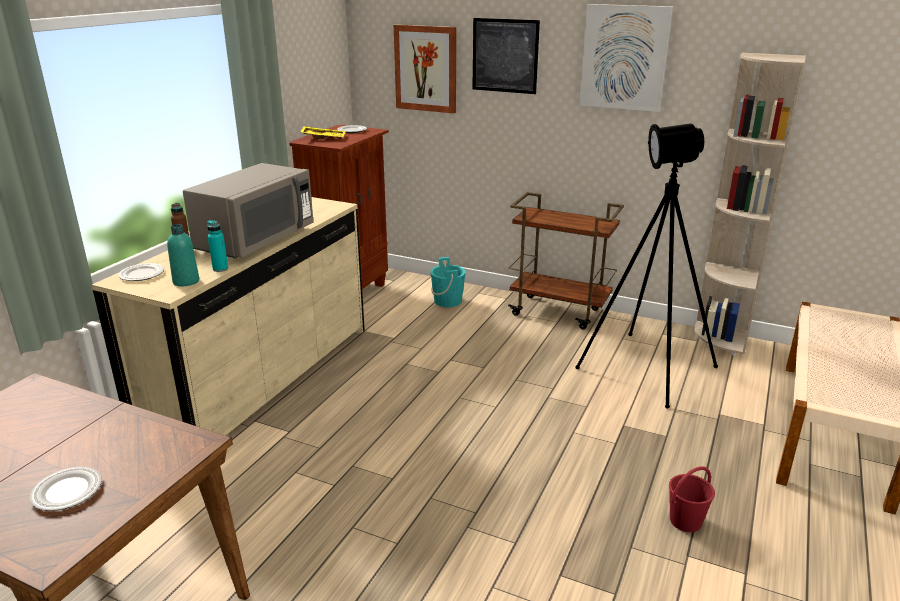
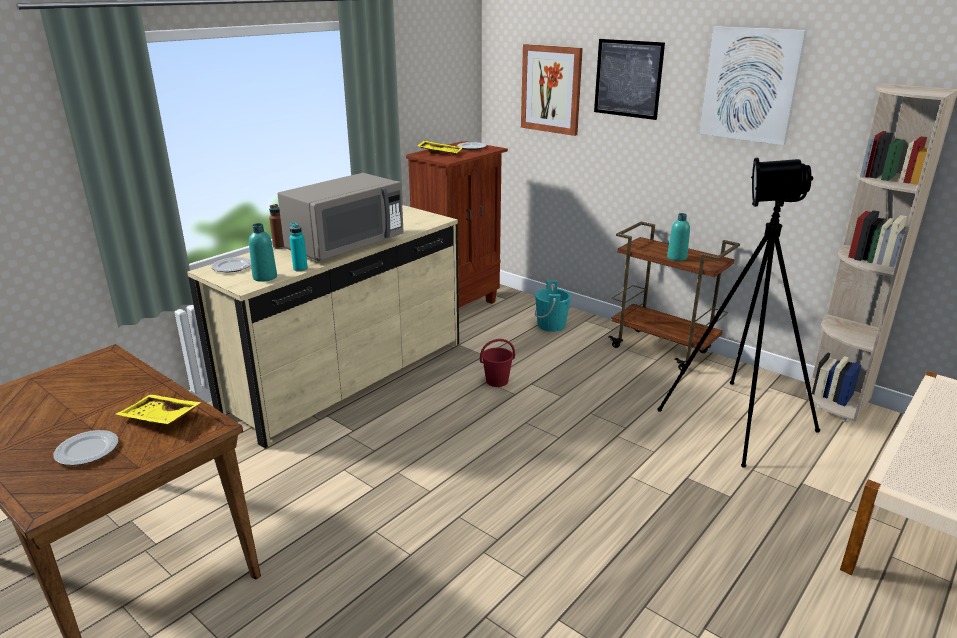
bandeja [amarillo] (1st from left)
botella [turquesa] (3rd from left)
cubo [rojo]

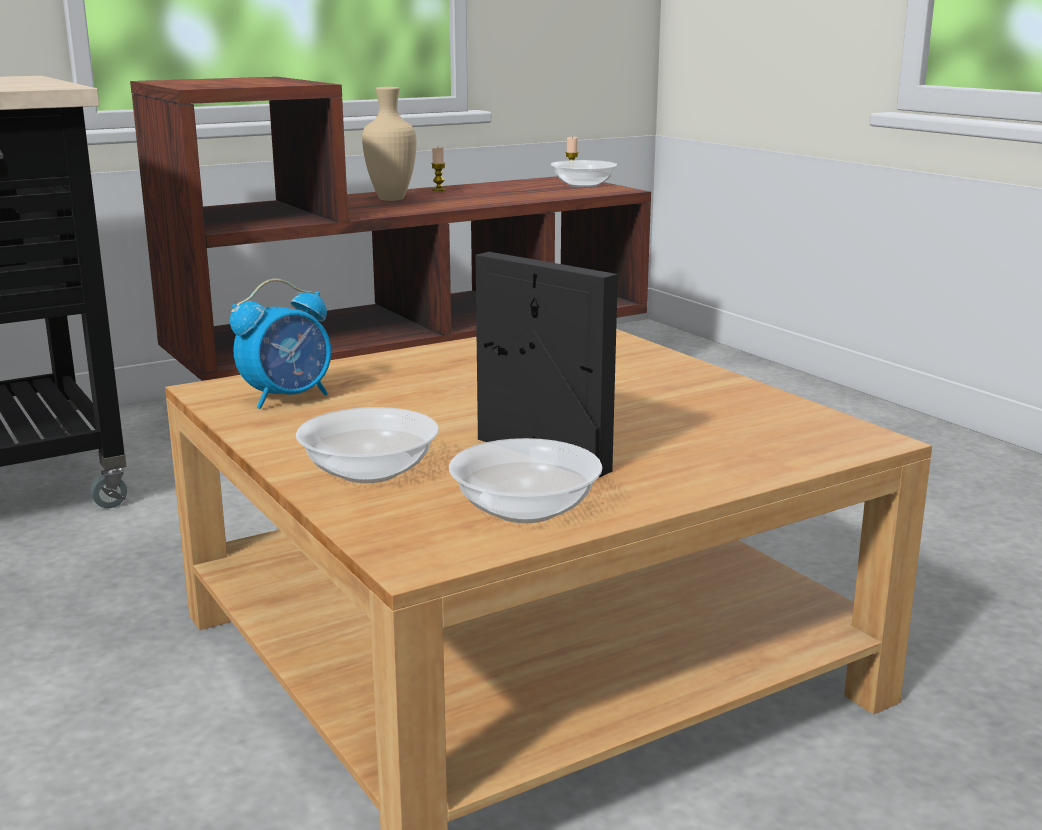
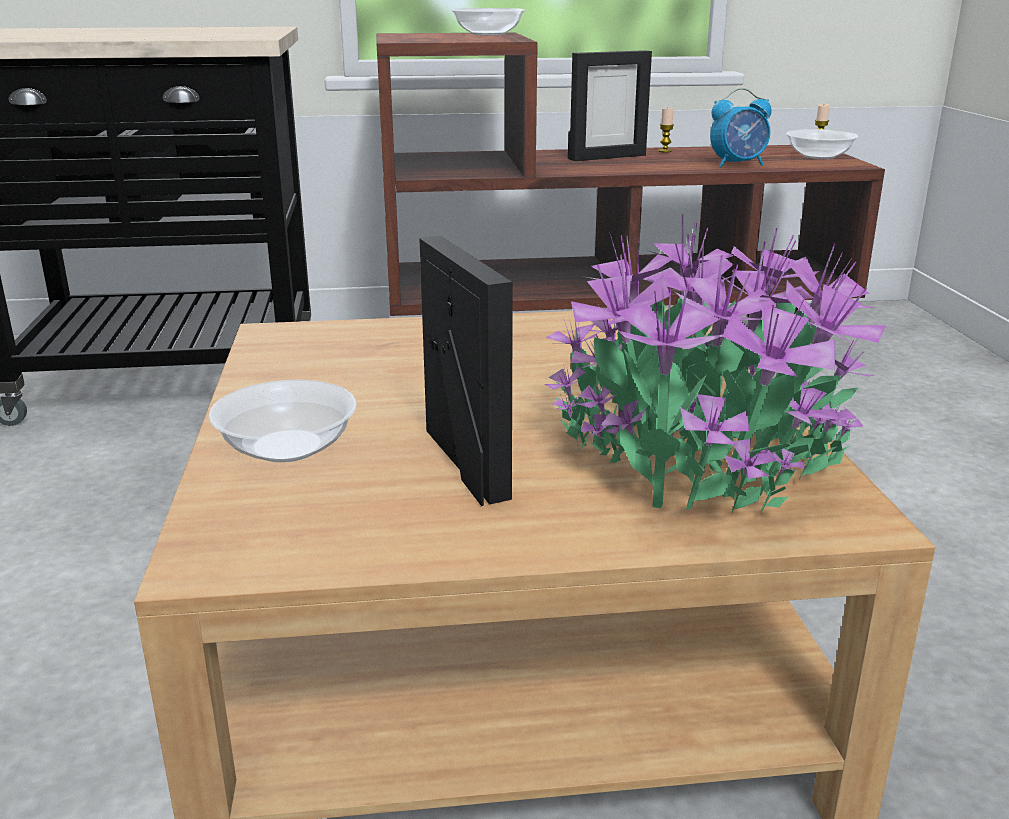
planta en maceta
despertador
cuenco (2nd from left)
portarretratos (2nd from left)

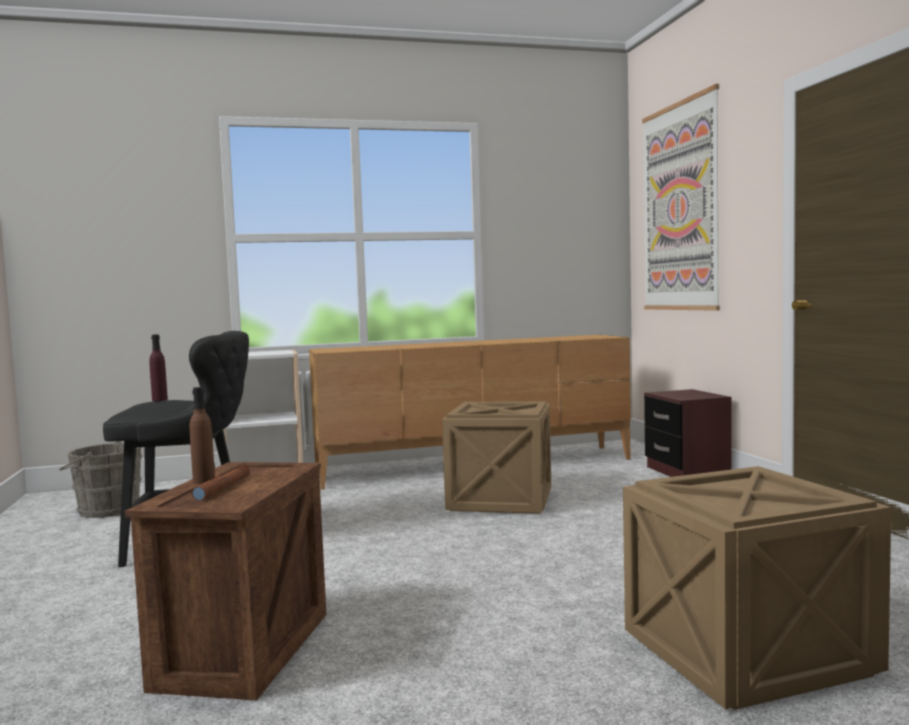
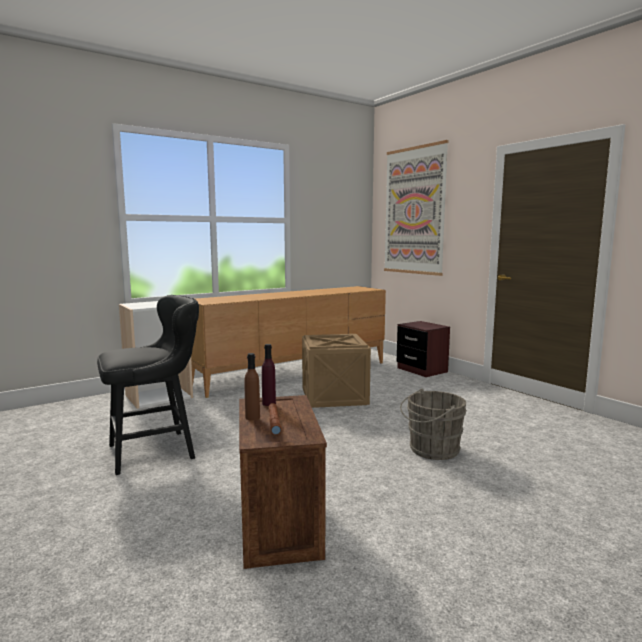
caja de embalaje (3rd from left in the first image)
cubo [gris]
botella [morado]

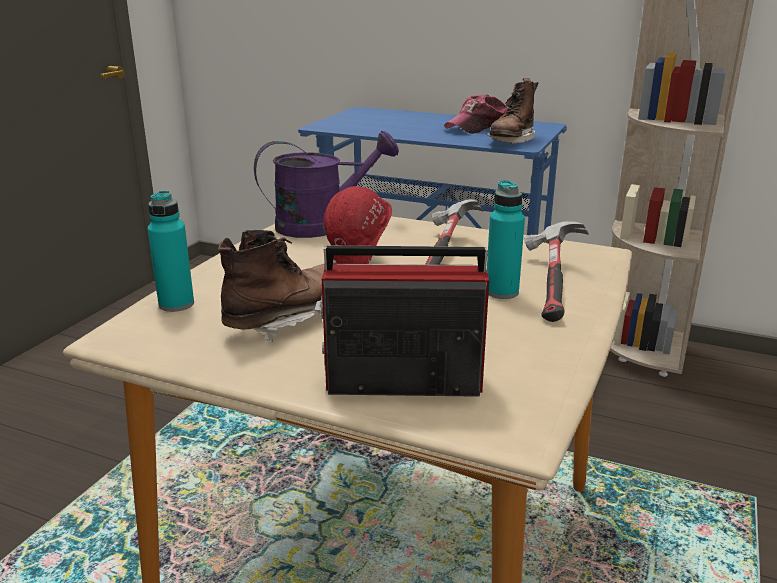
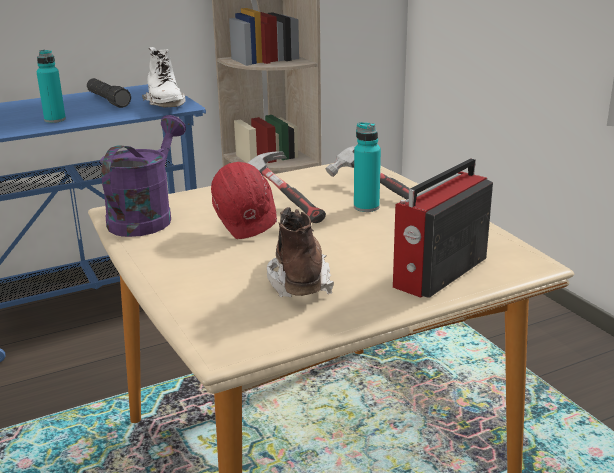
botella [turquesa] (1st from left)
linterna [negro]
bota [blanco]

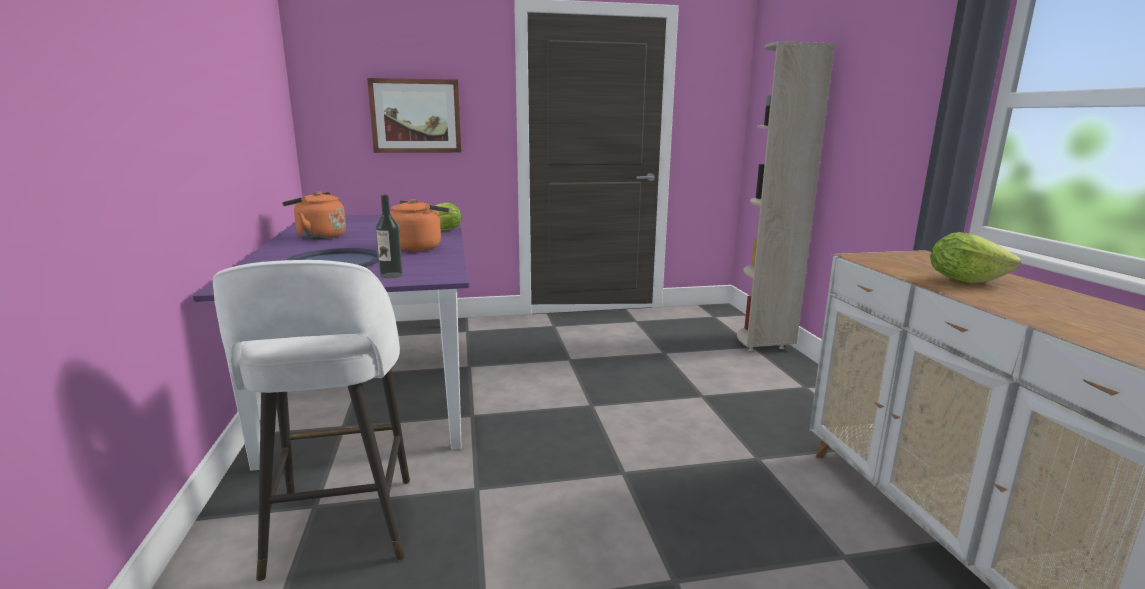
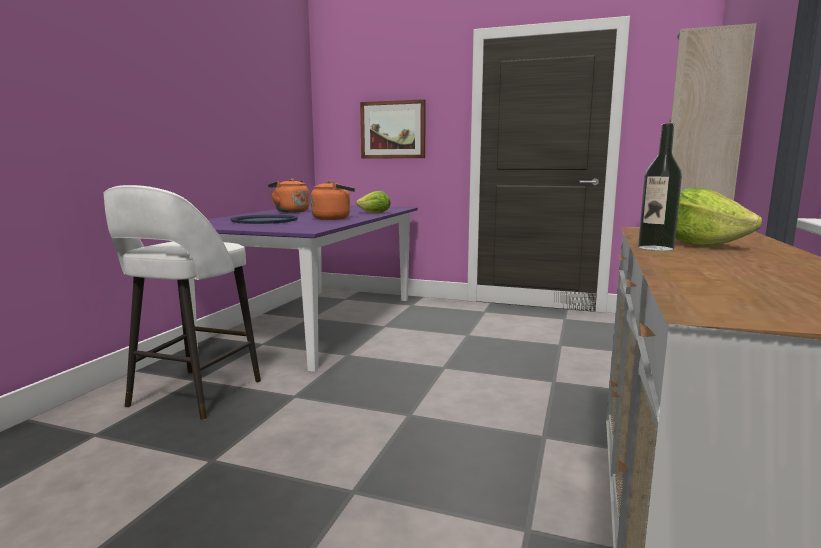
botella

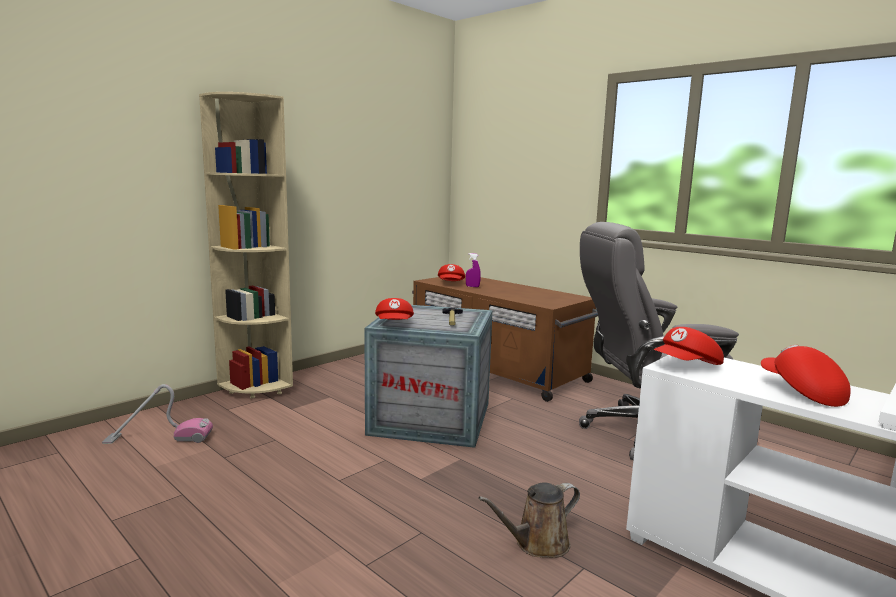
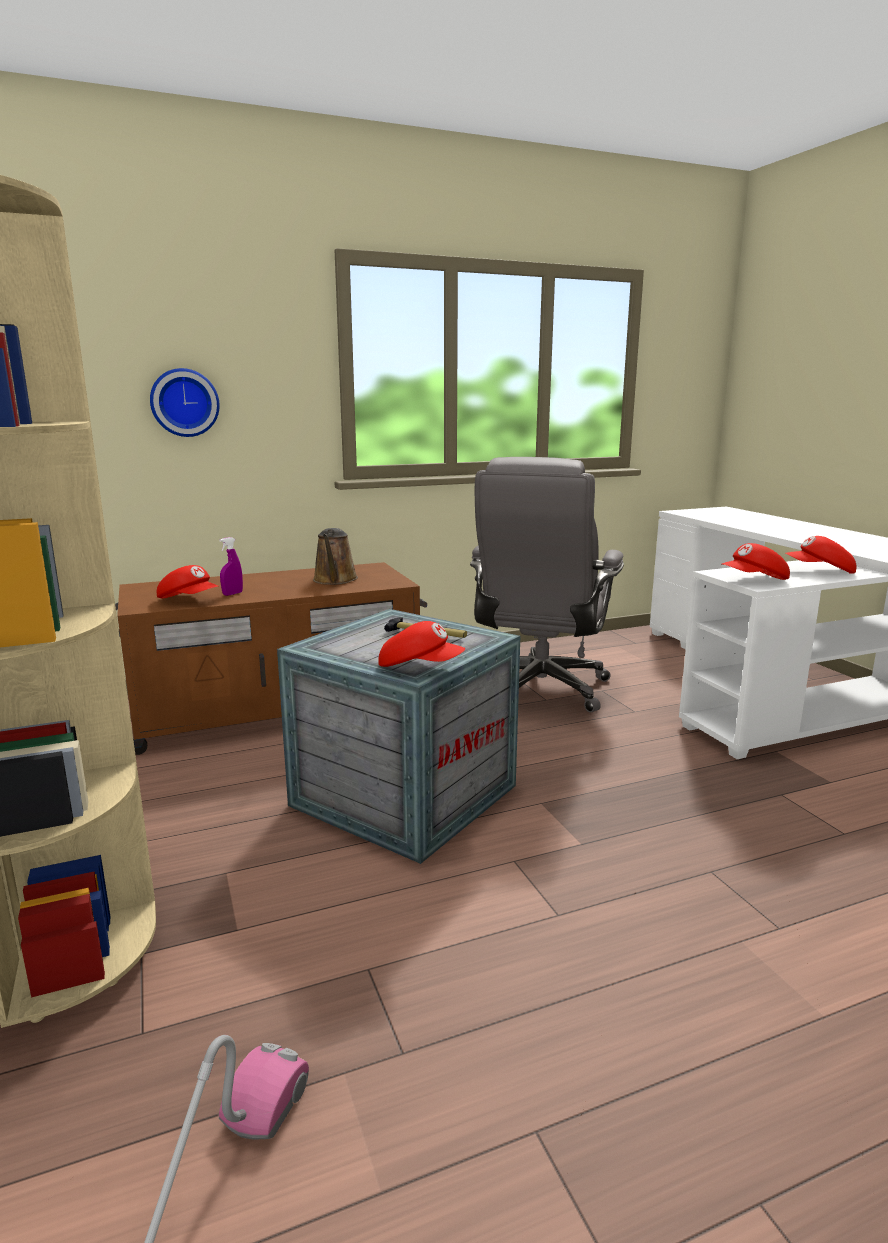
reloj de pared
regadera [marrón]
gorra [rojo] (3rd from left)

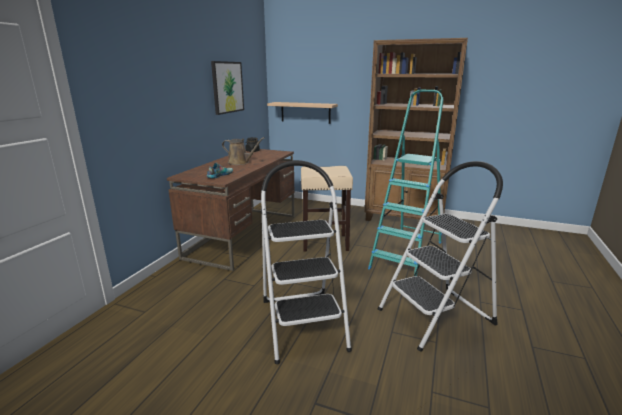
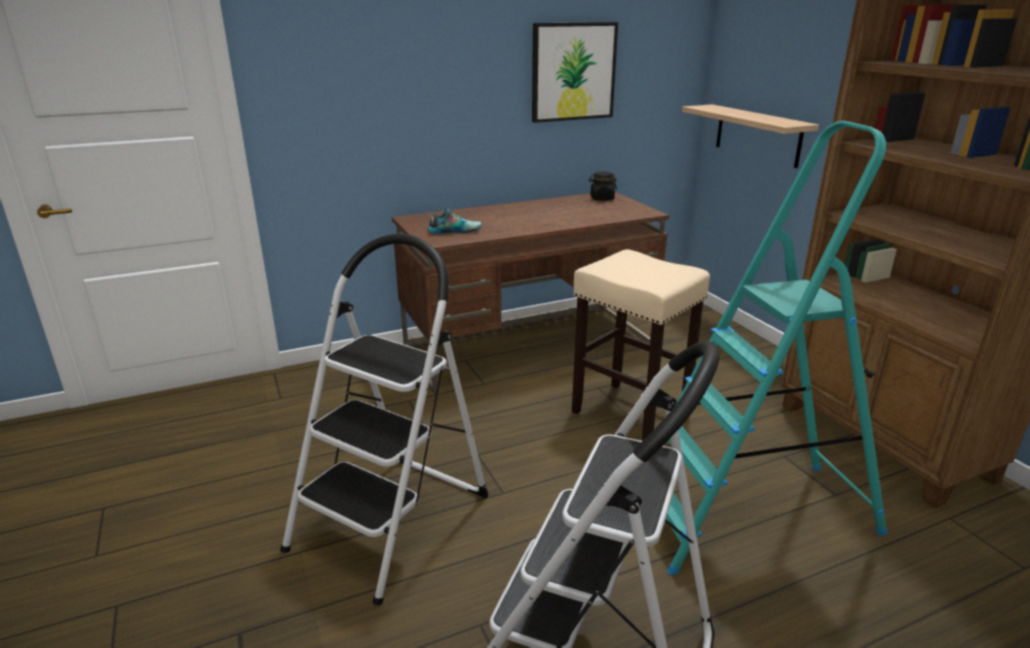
regadera [marrón]

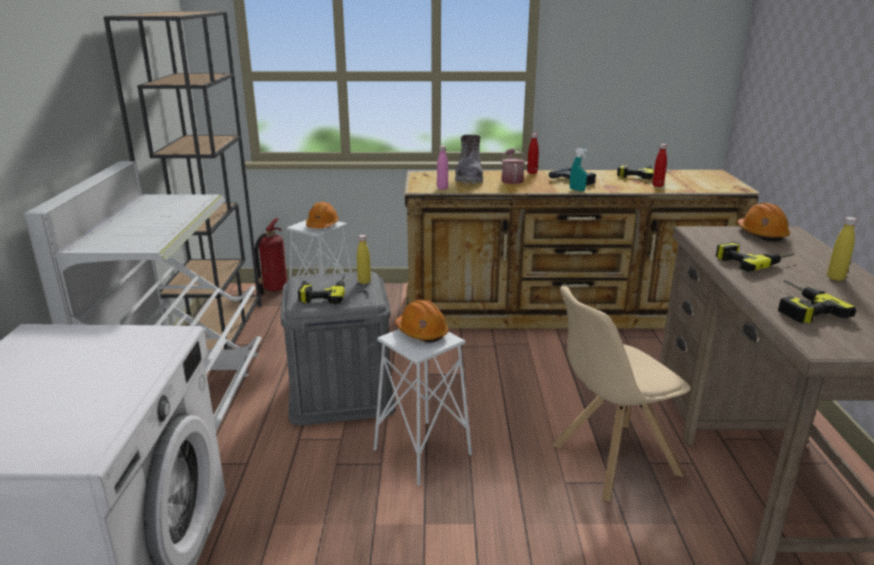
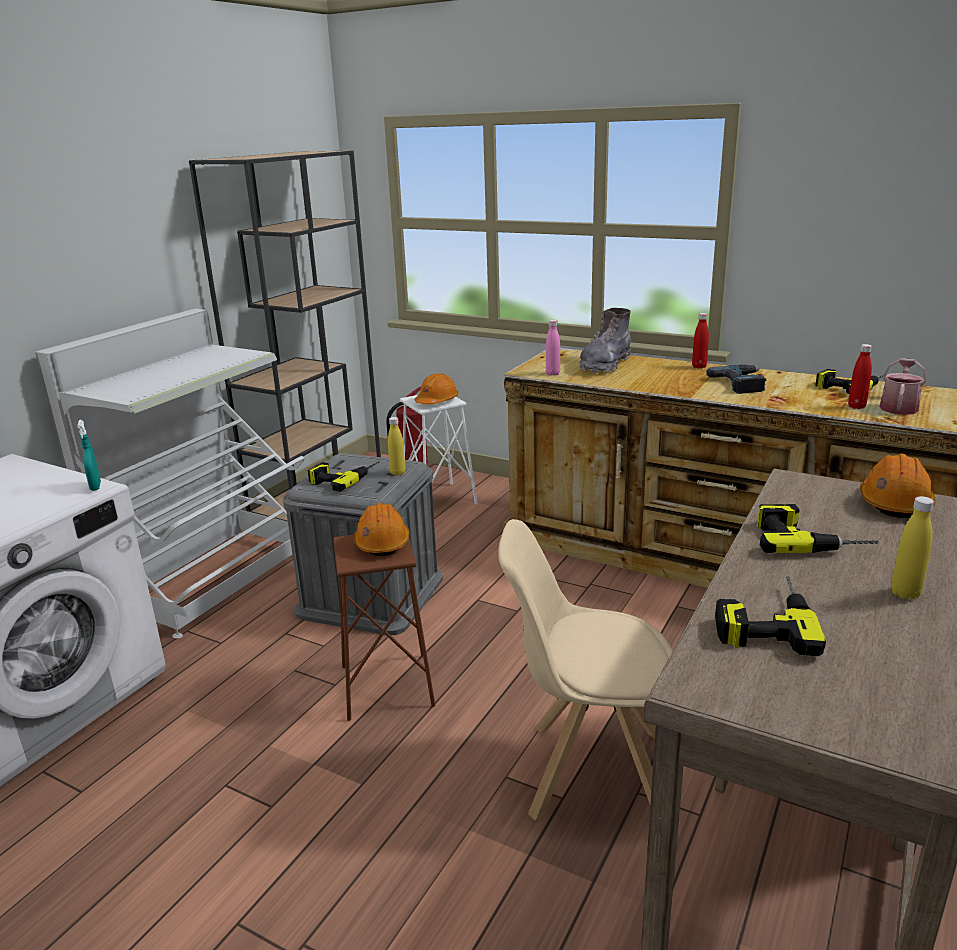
regadera
pulverizador [turquesa]
taburete [marrón]

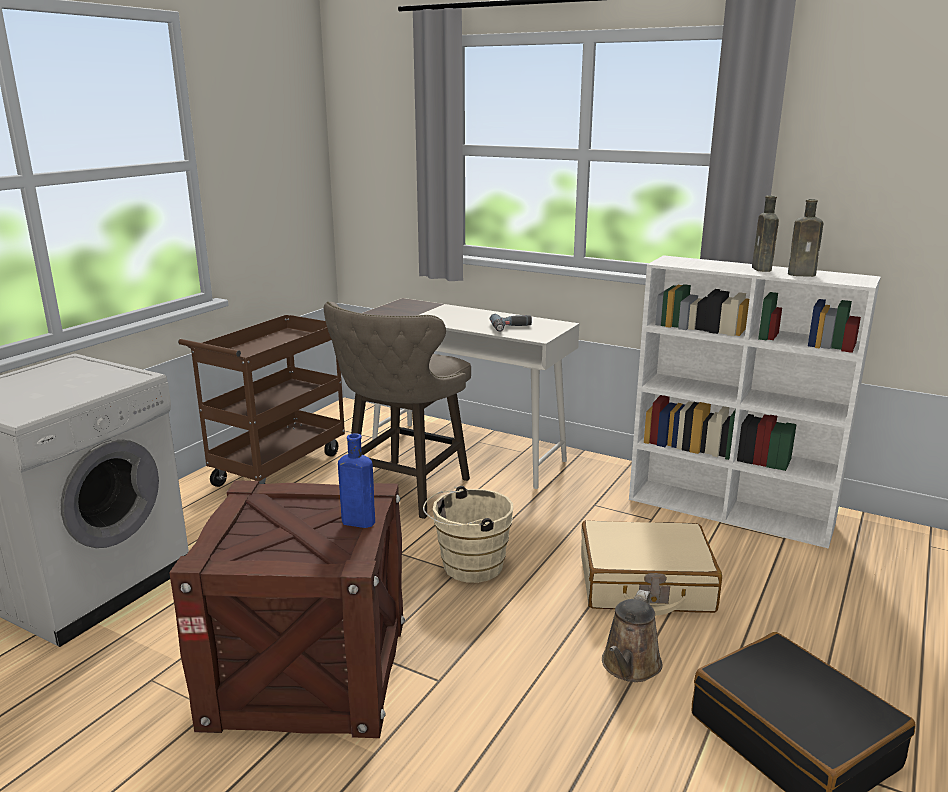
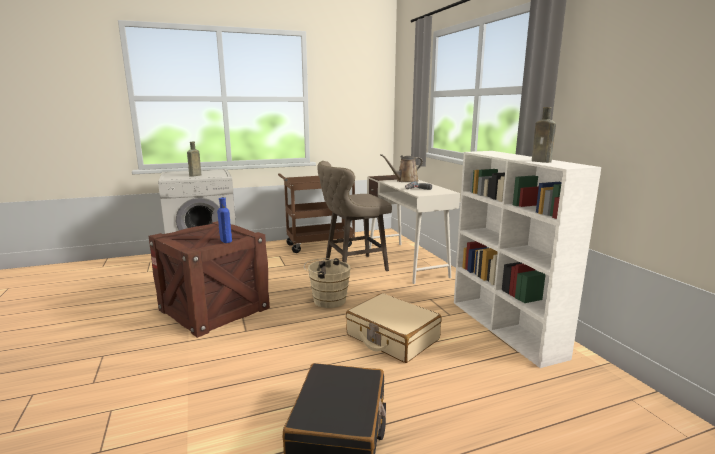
regadera [marrón]
botella [marrón] (1st from left)

